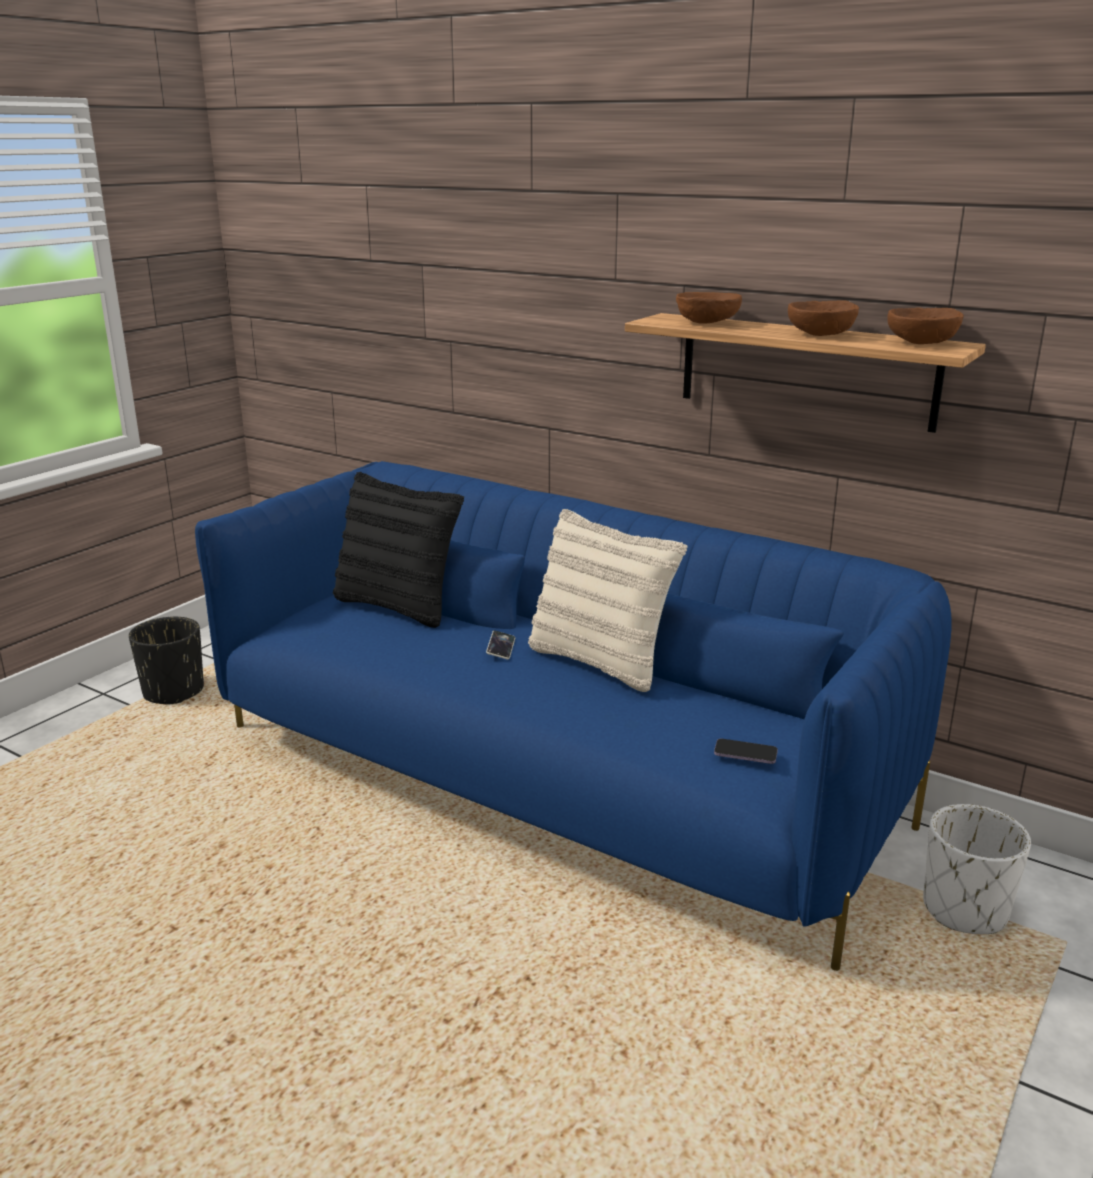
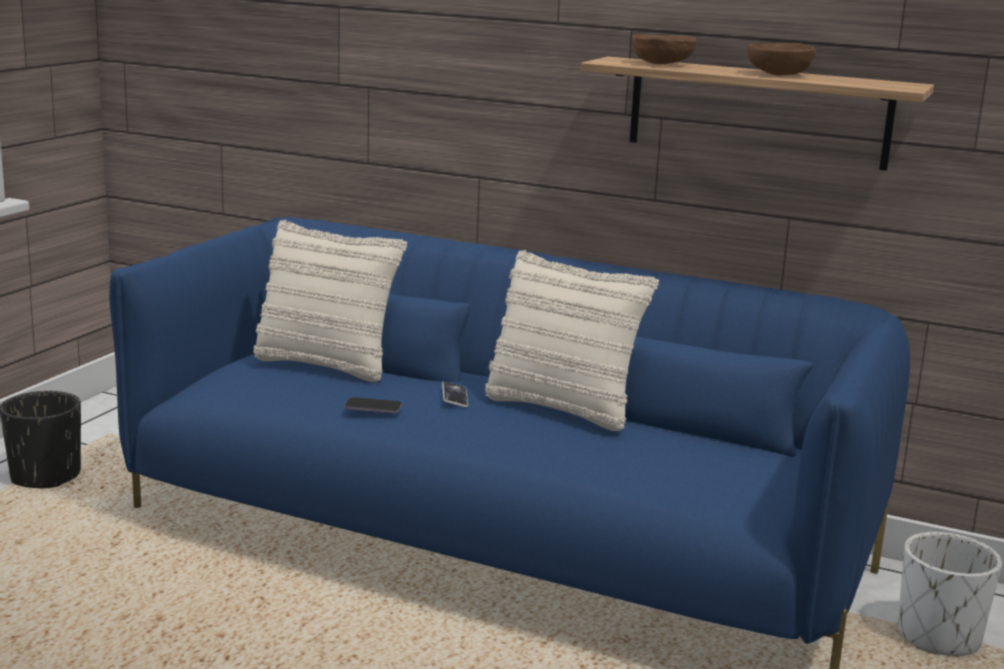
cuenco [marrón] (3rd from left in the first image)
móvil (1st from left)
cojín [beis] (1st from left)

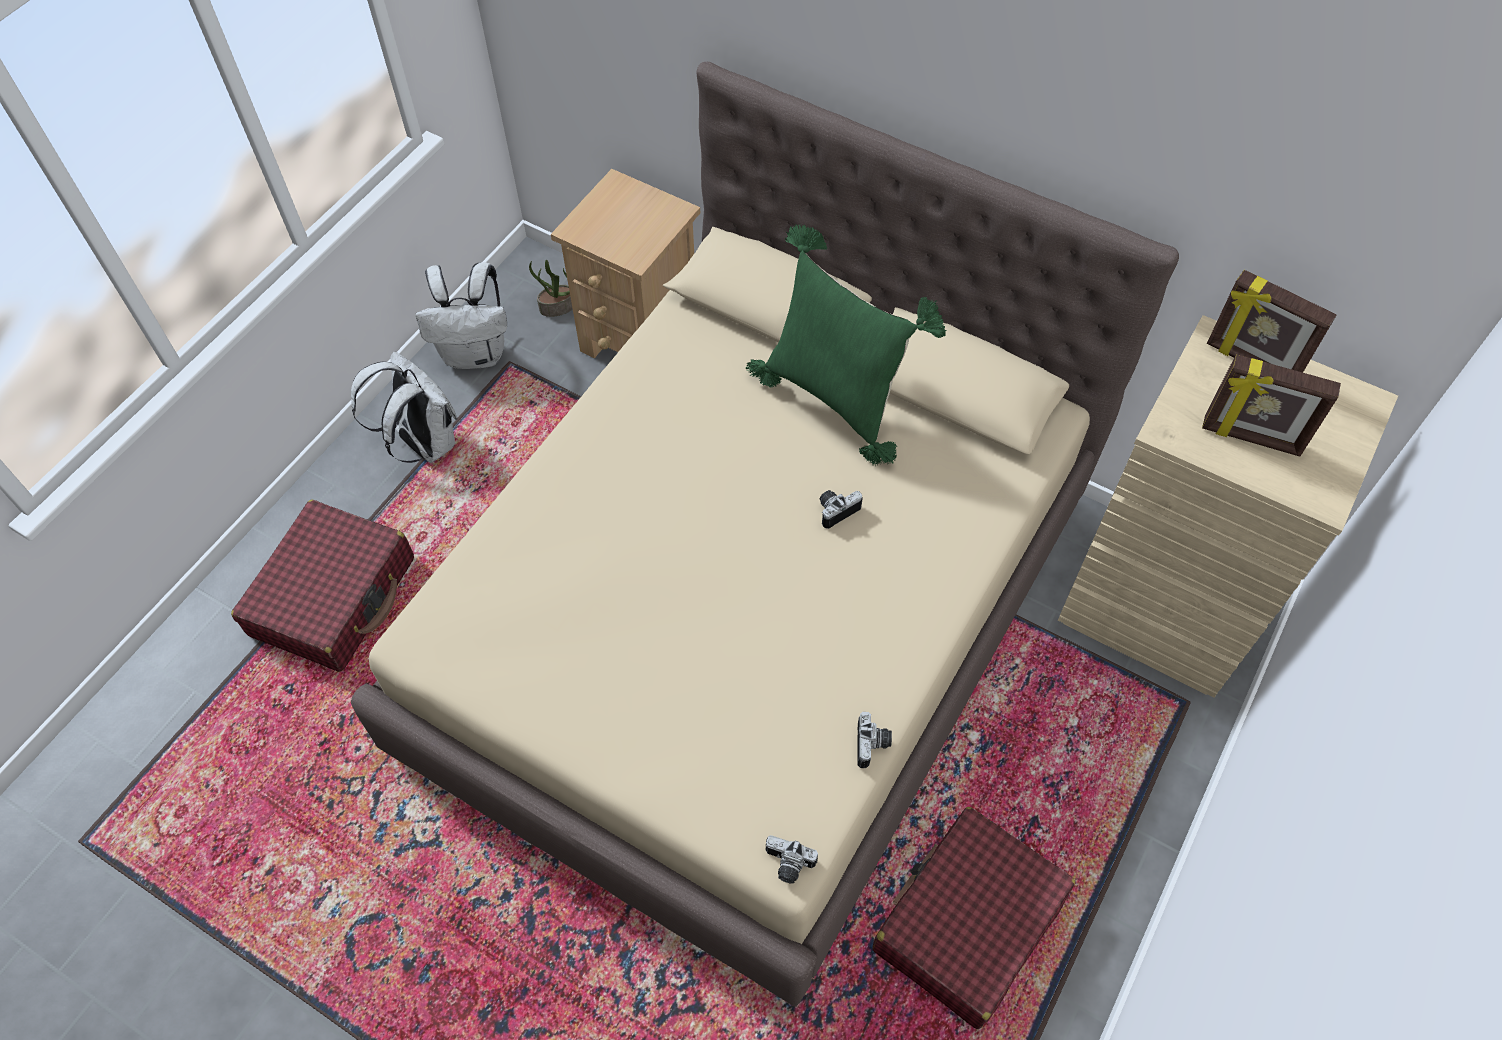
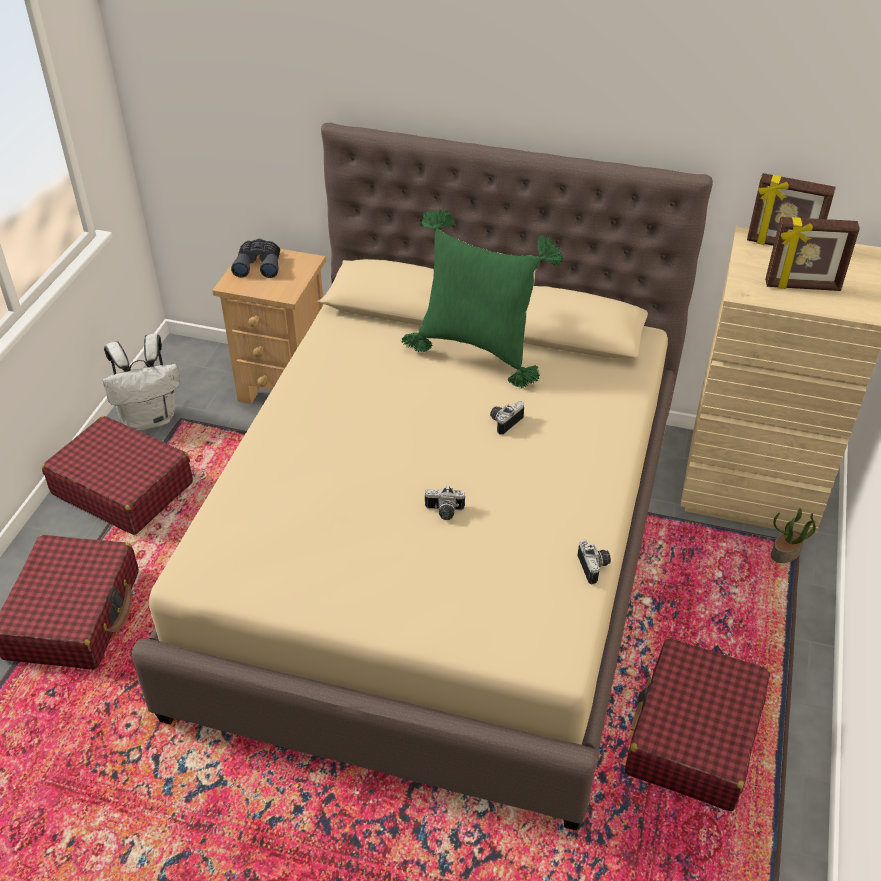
prismáticos [gris]
planta en maceta
cámara (1st from left)
maleta [rojo] (2nd from left)

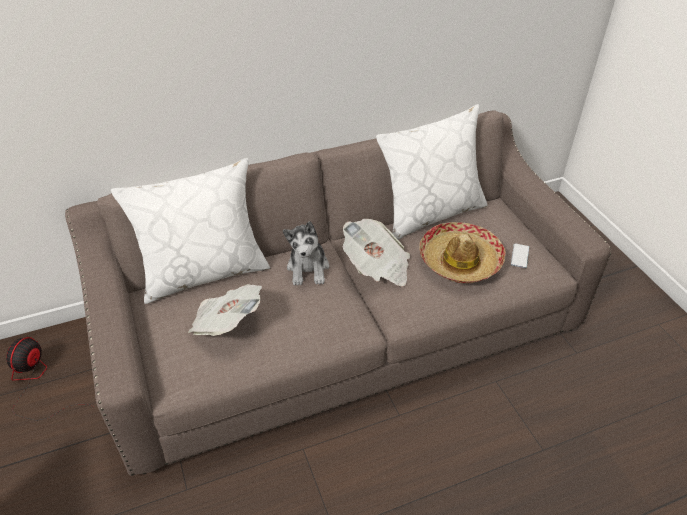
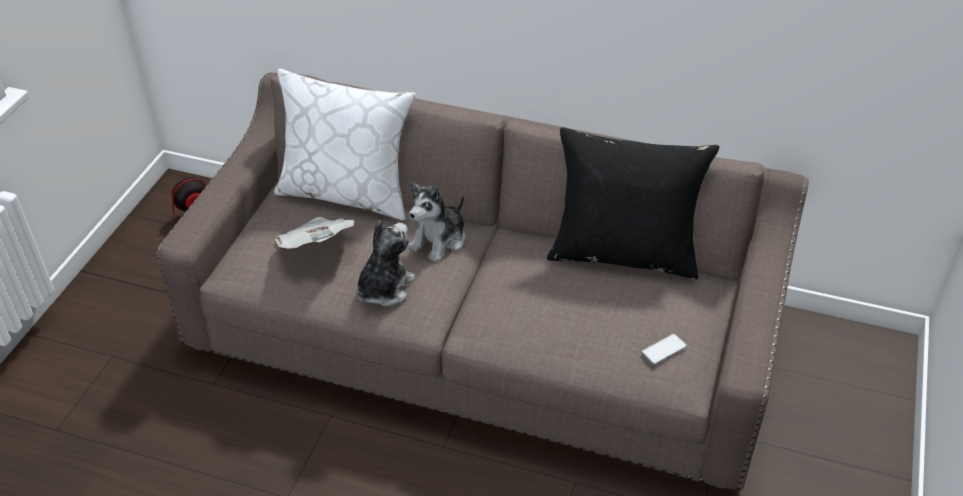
periódico (2nd from left in the first image)
sombrero
peluche (1st from left)
cojín [negro]

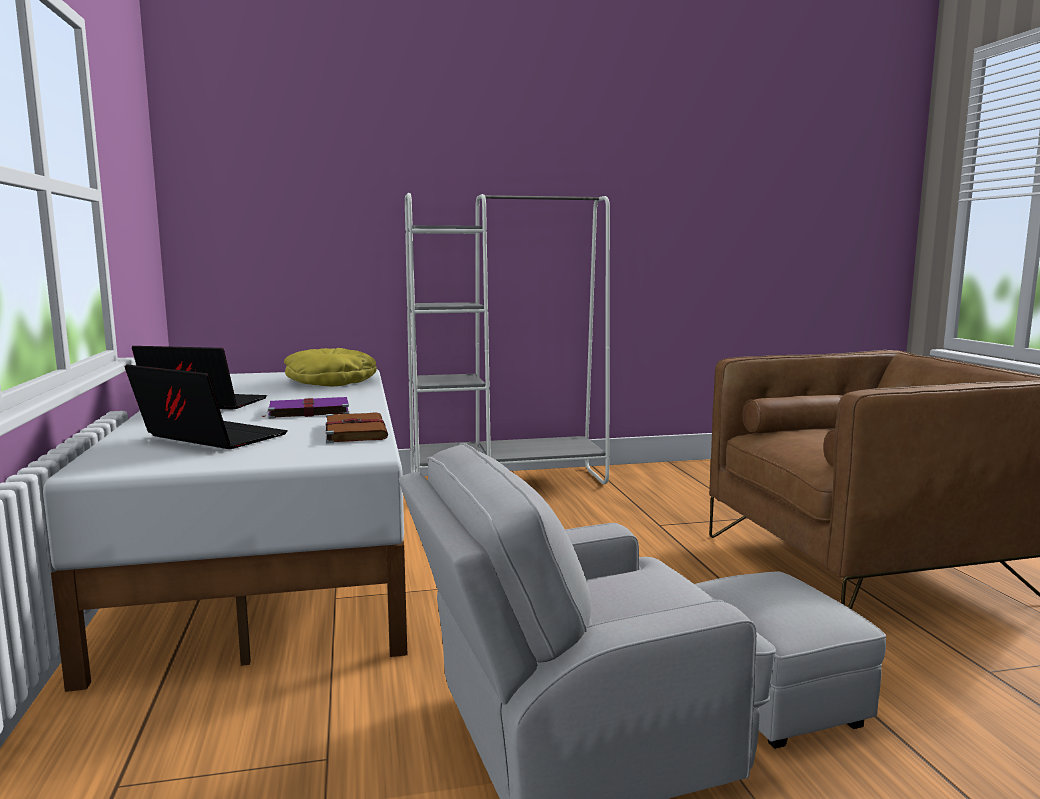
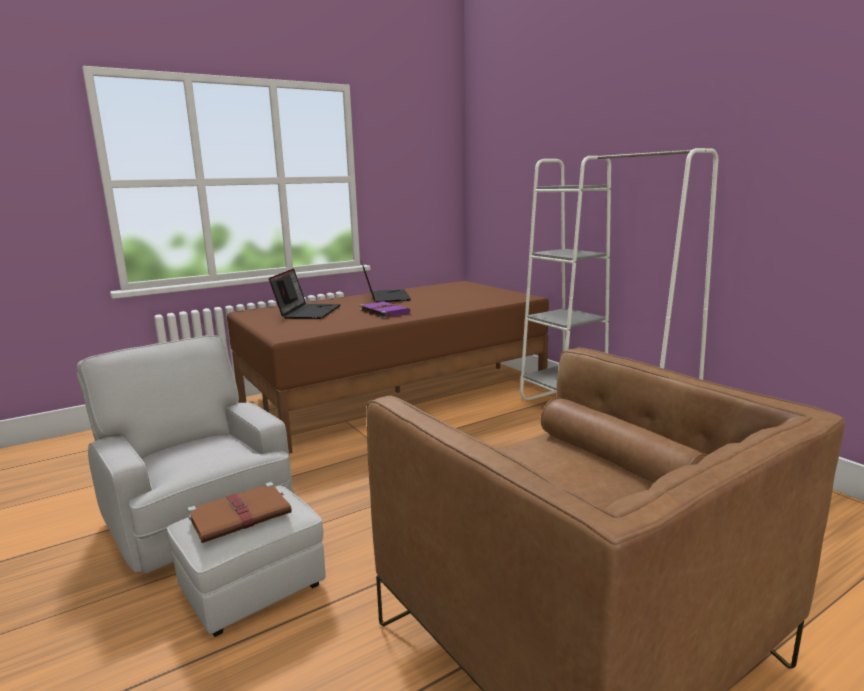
cojín [amarillo]
libro [marrón]
cama [marrón]

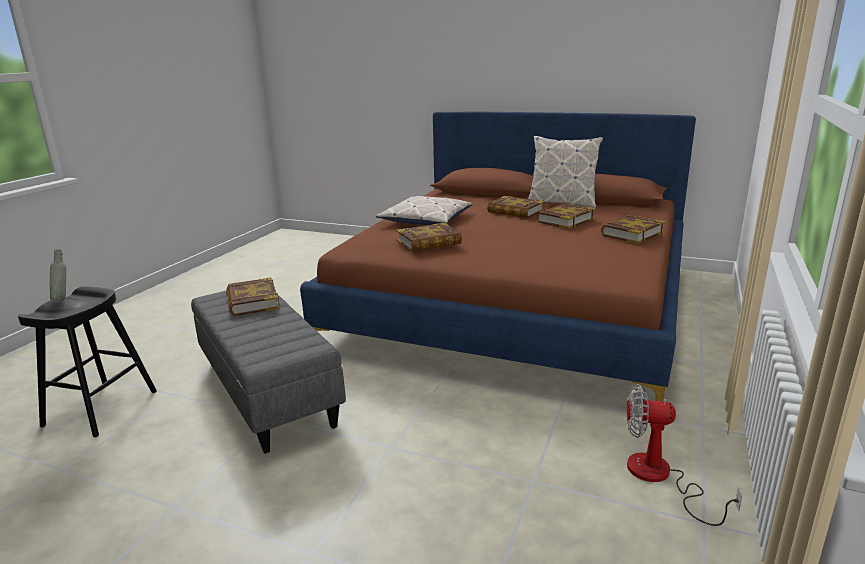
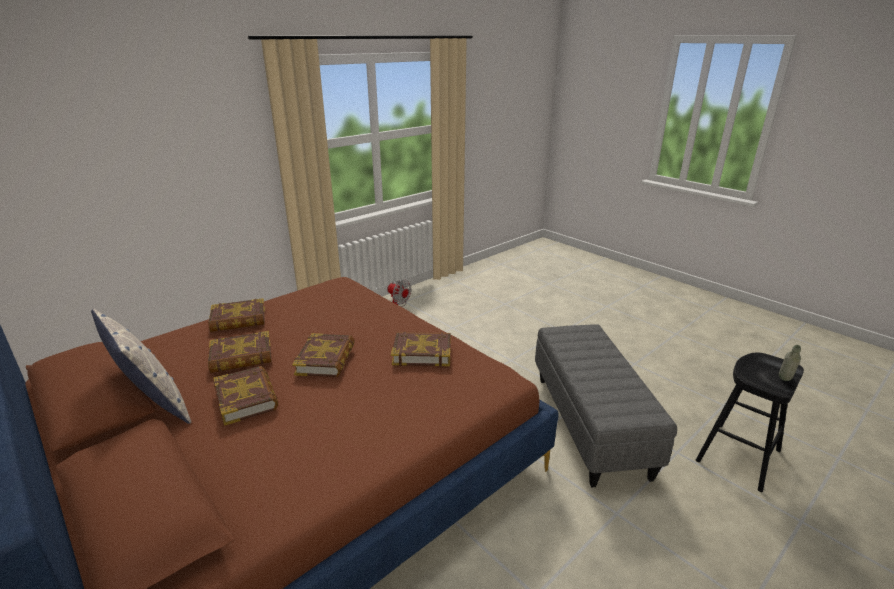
cojín (1st from left in the first image)
libro (4th from left)

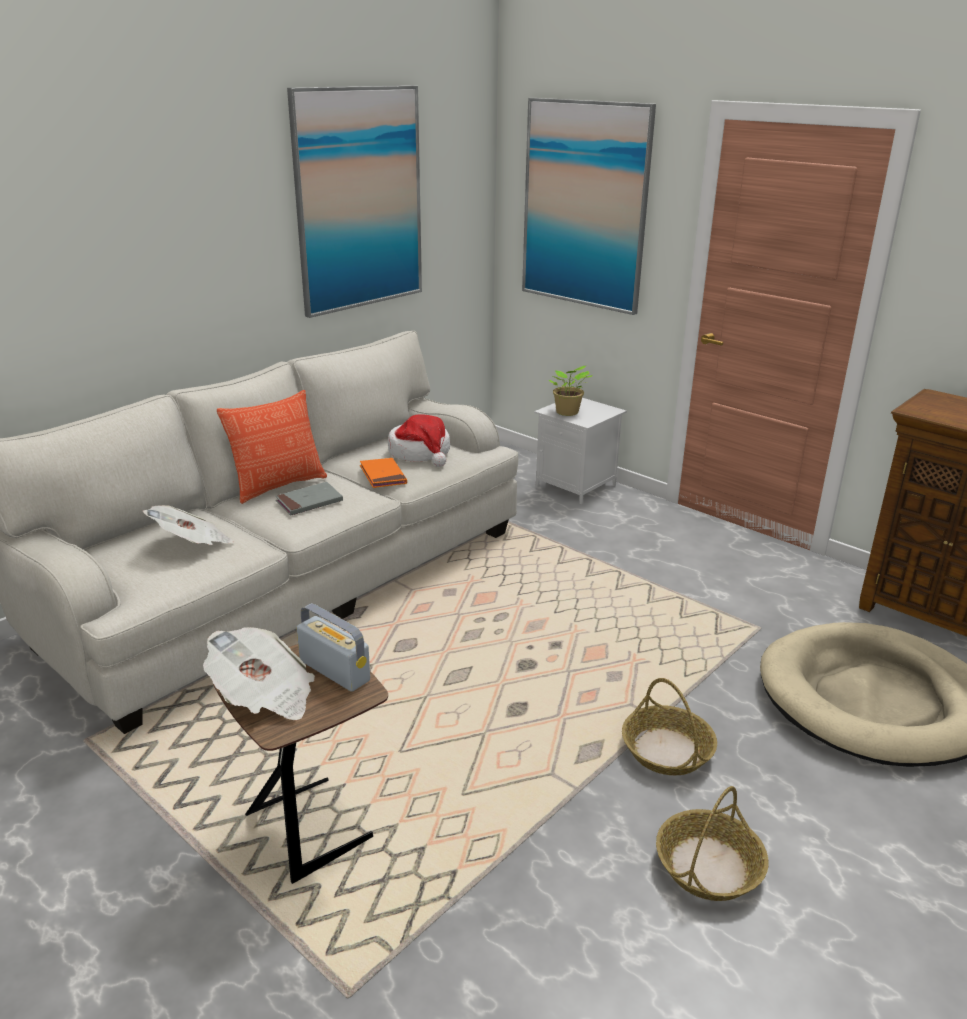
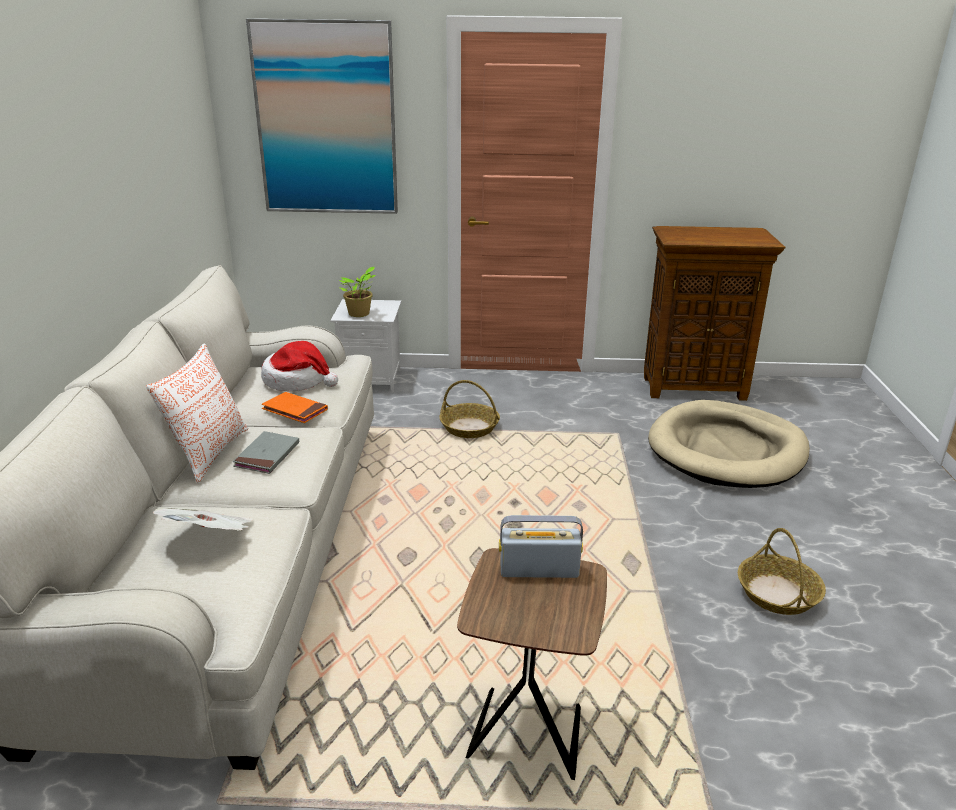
periódico (2nd from left in the first image)
cuadro (1st from left in the first image)
cesta (1st from left)
cojín [blanco]

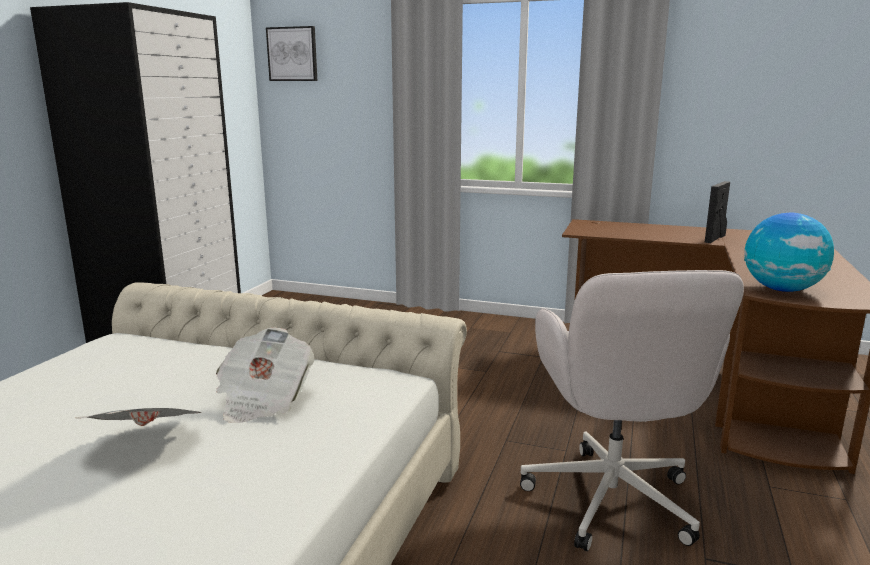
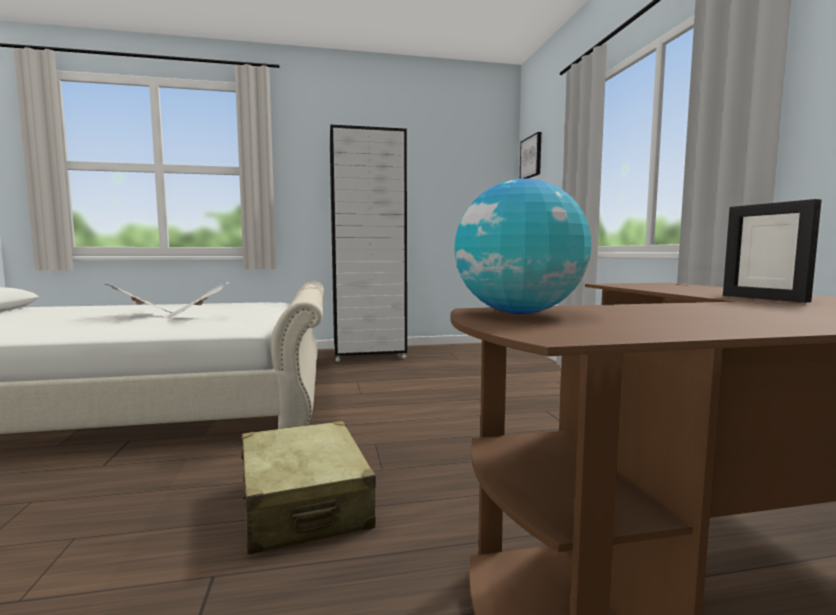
maleta [beis]
portarretratos

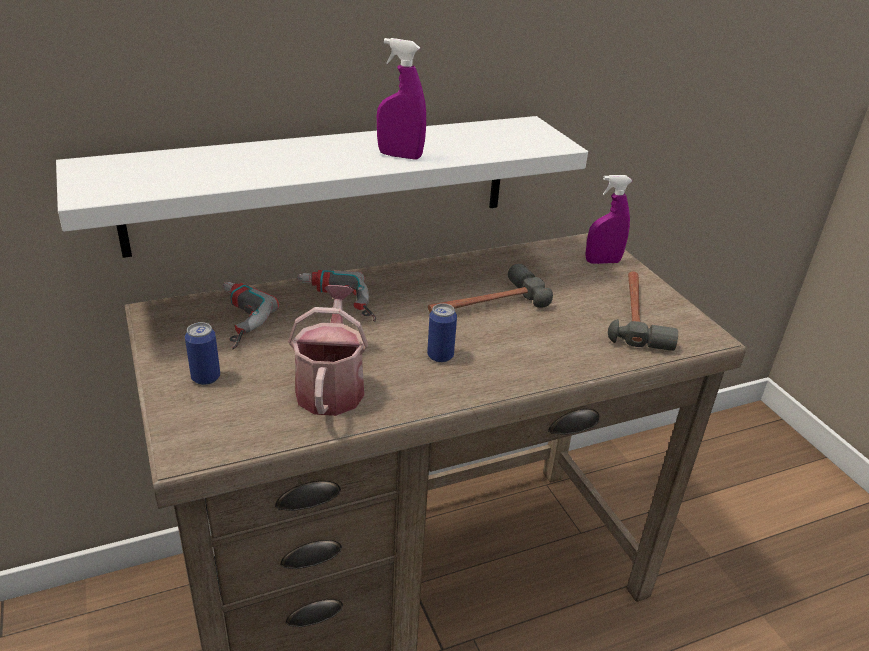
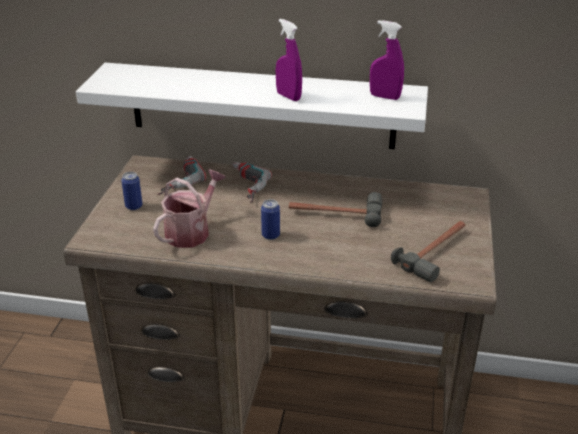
pulverizador [morado] (2nd from left)

